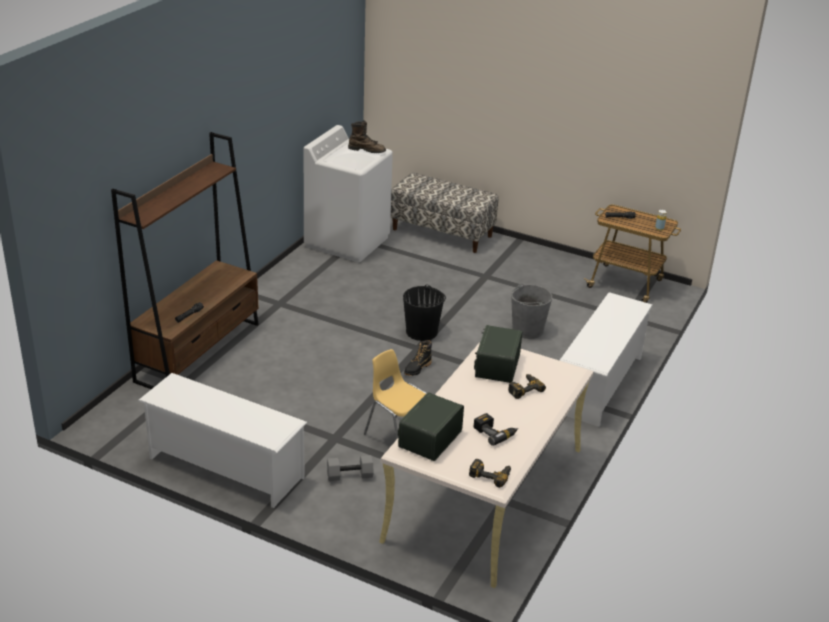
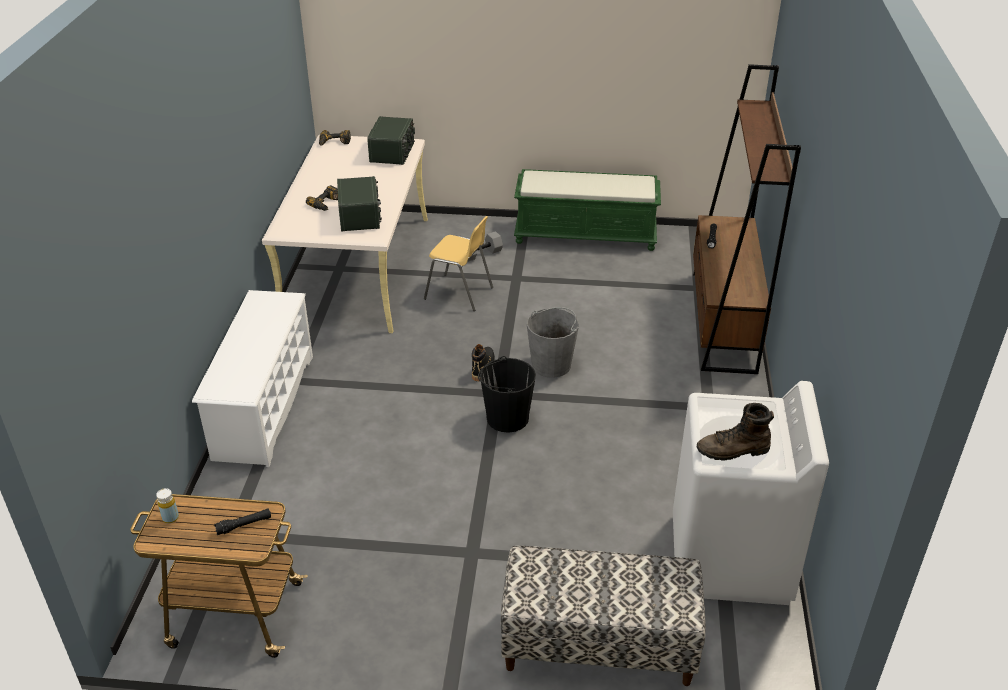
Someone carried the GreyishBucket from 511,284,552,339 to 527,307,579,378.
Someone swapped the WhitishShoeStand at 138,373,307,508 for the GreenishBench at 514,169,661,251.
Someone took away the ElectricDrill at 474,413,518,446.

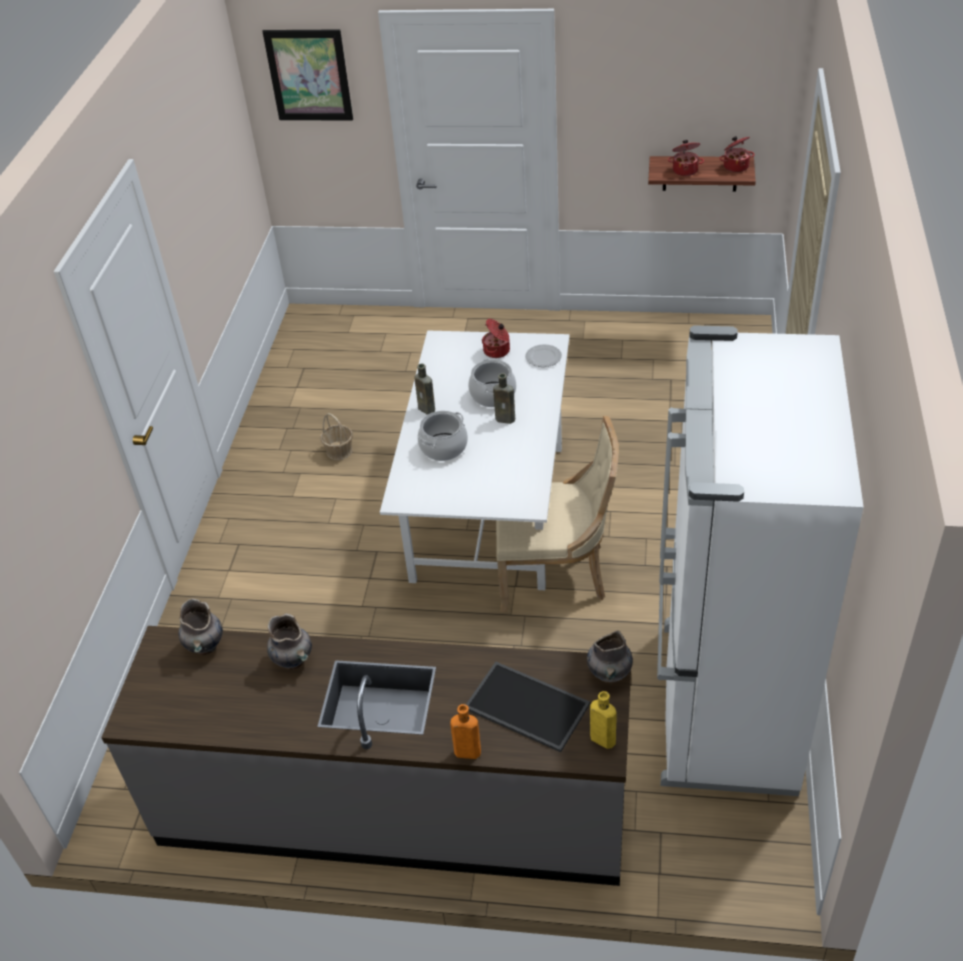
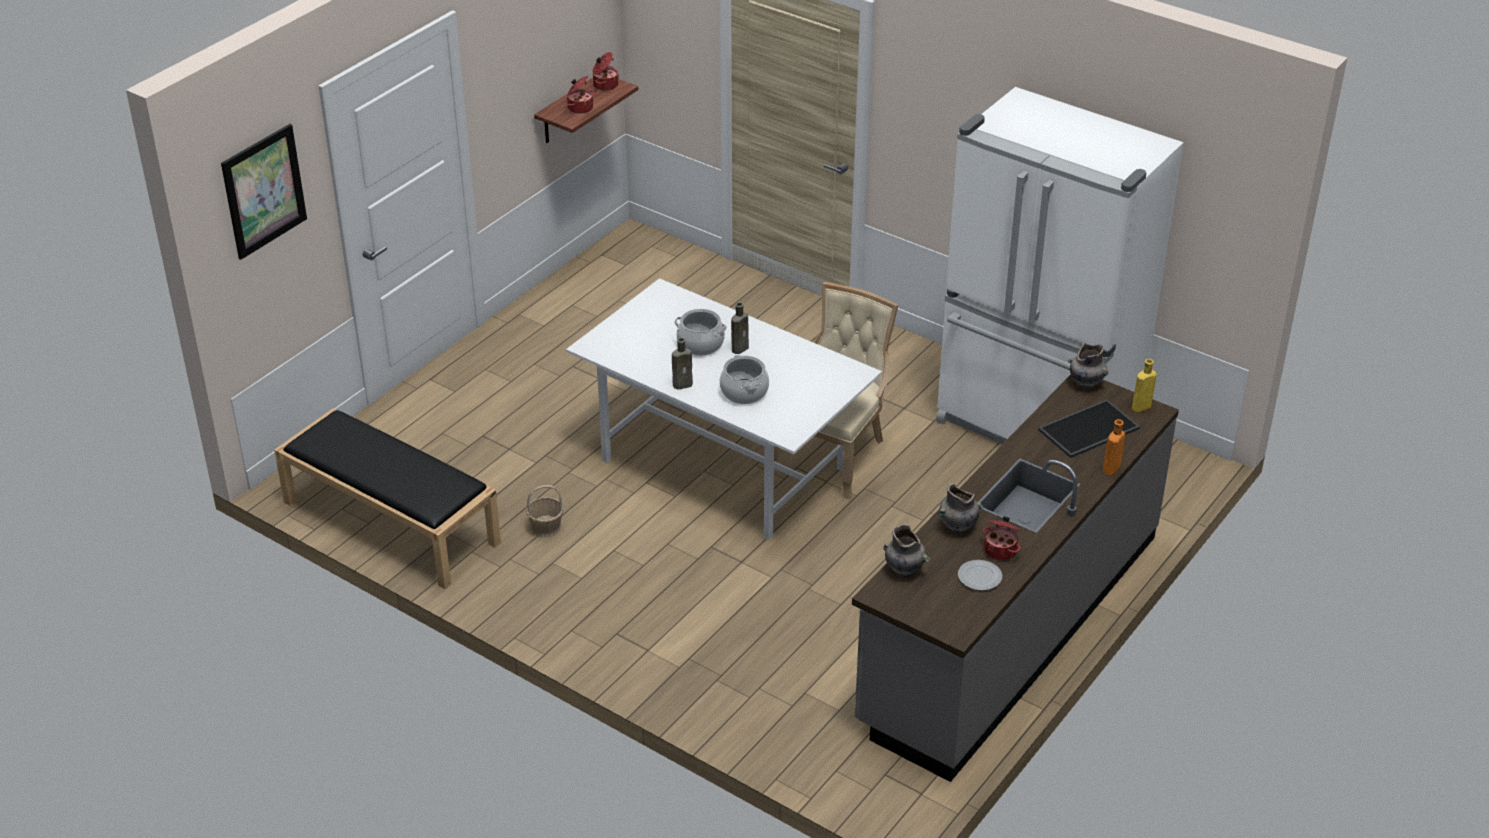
Someone carried the CookingPot from 482,319,510,358 to 983,516,1022,560.
Someone carried the FlatDish from 525,344,562,367 to 958,560,1003,590.
Someone put down the BlackBench at 274,409,501,589.

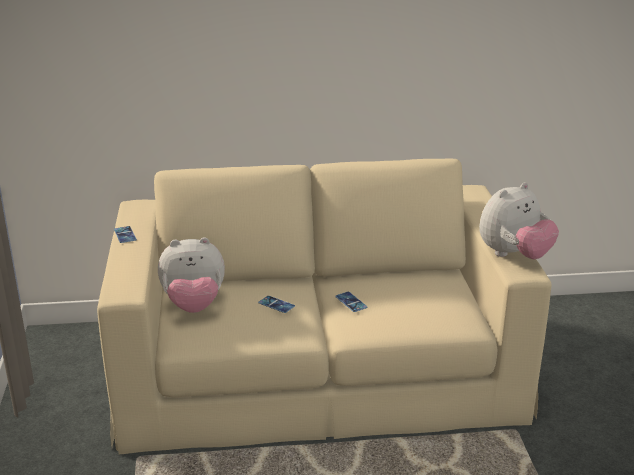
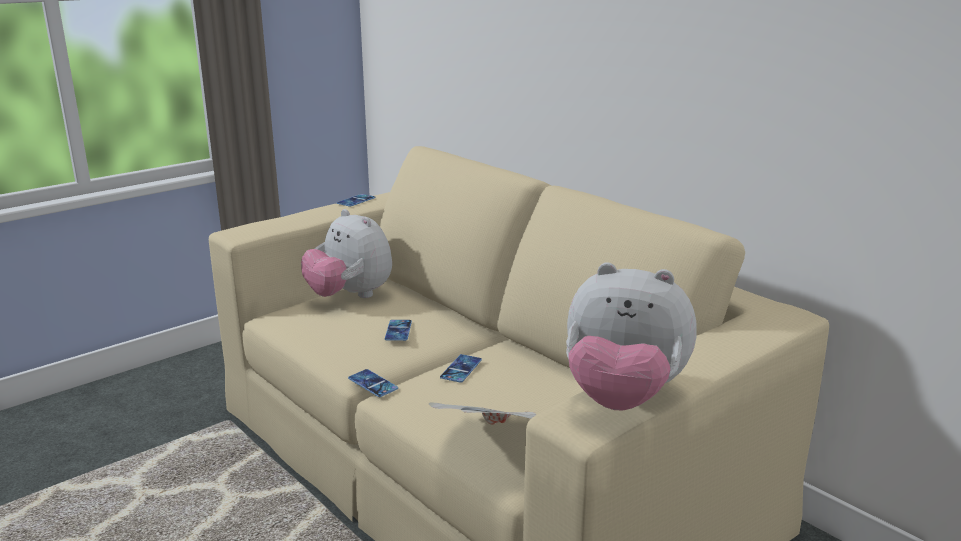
Someone put down the Phone at 348,369,398,397.
Someone put down the Newspaper at 429,402,536,425.

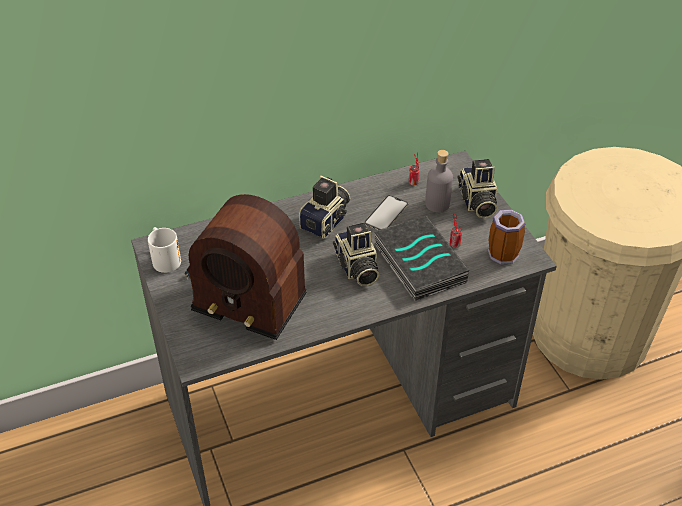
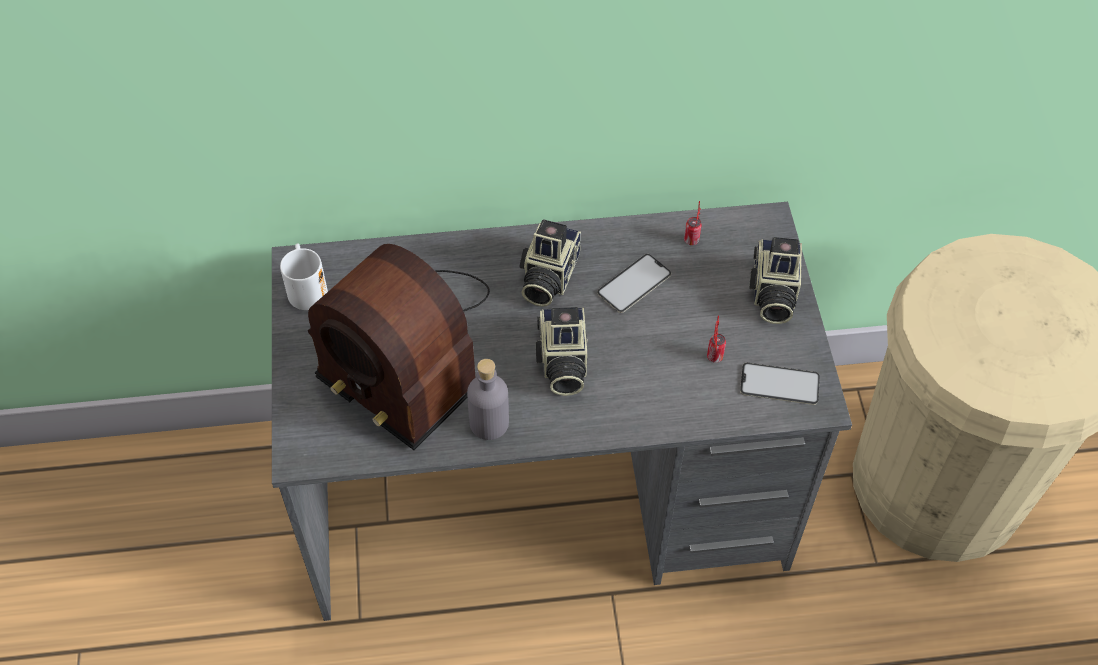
Someone carried the GreyishBottle from 425,150,453,213 to 467,359,509,440.
Someone rotated the PhotoCamera at 299,176,350,239 by 150 degrees clockwise.
Someone swapped the CoffeeMug at 488,210,525,265 for the Phone at 740,363,820,405.
Someone took away the Book at 374,216,469,301.

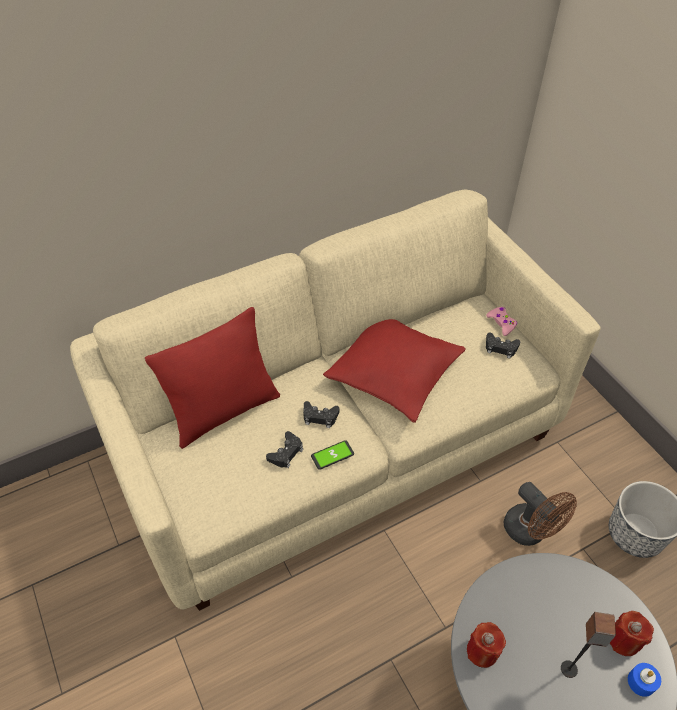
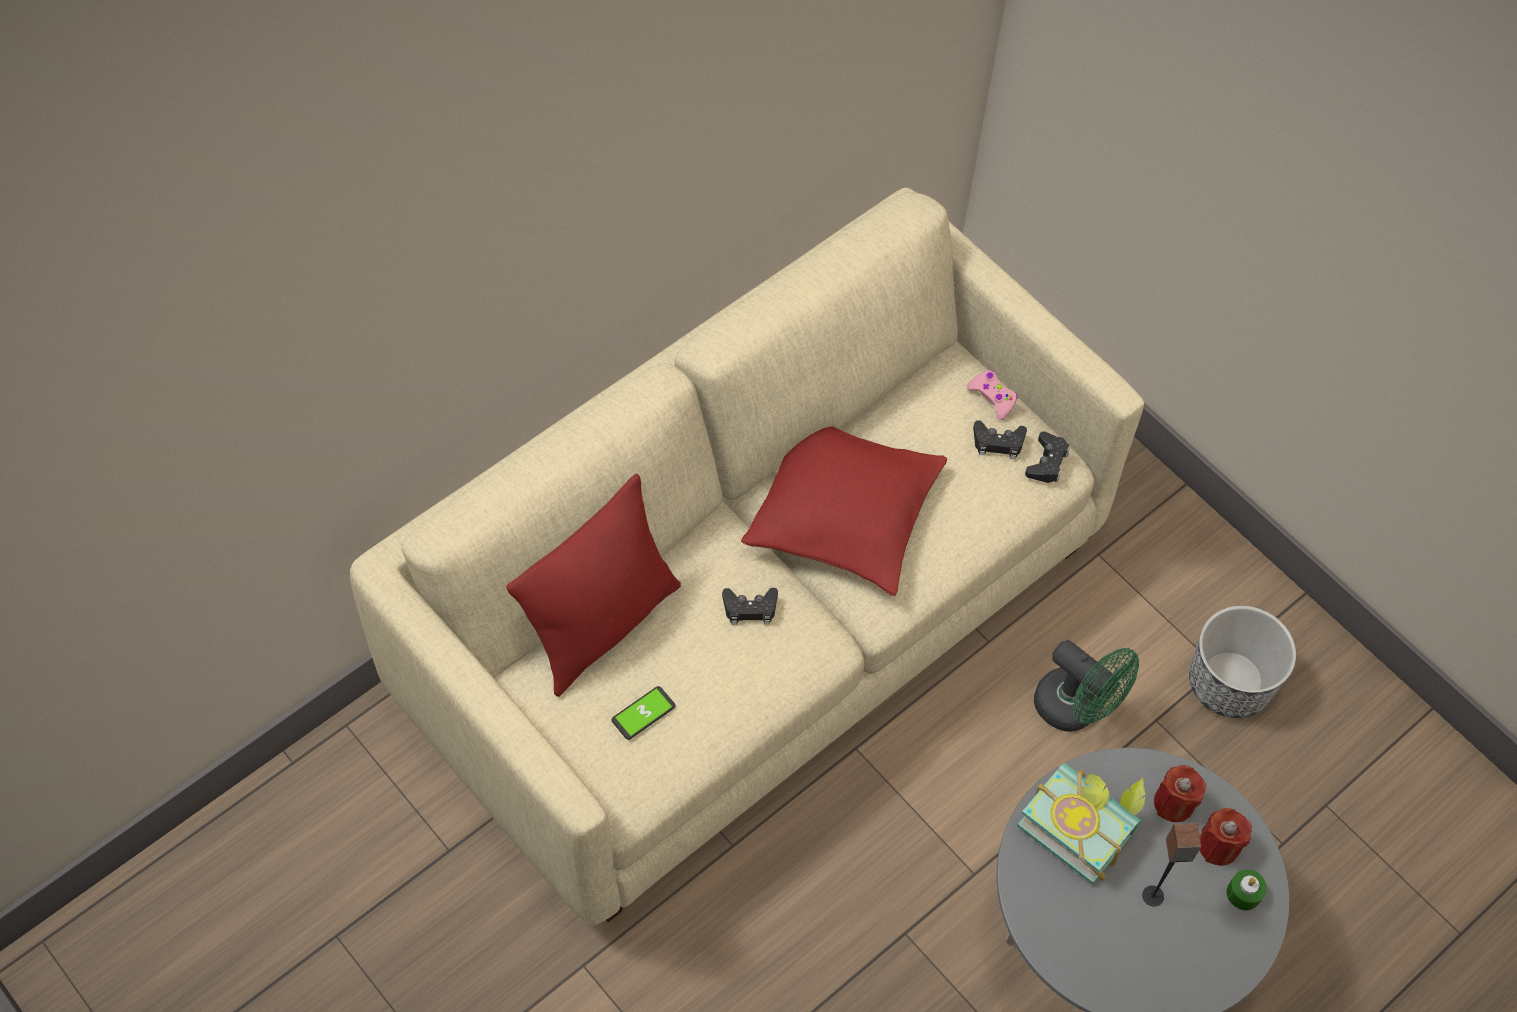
Someone carried the BlackGamepad from 266,431,303,468 to 1025,431,1070,483.
Someone carried the Phone from 311,440,354,470 to 612,686,675,740.
Someone repainted the BrownColouredFan at 504,482,577,546, which became the GreenishFan at 1034,640,1139,732.
Someone carried the ReddishCandle from 467,622,506,668 to 1154,765,1206,822.
Someone repainted the BlueCandle at 628,663,661,697, which became the GreenishCandle at 1227,869,1267,910.
Someone put down the Book at 1017,763,1145,885.

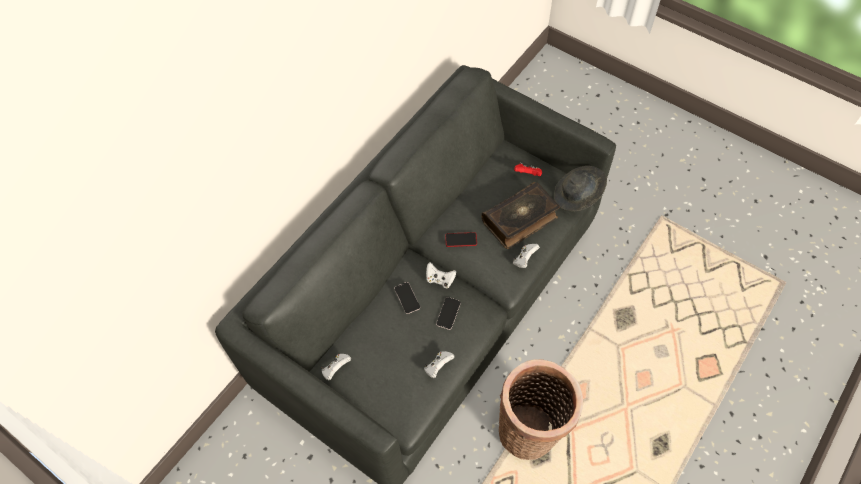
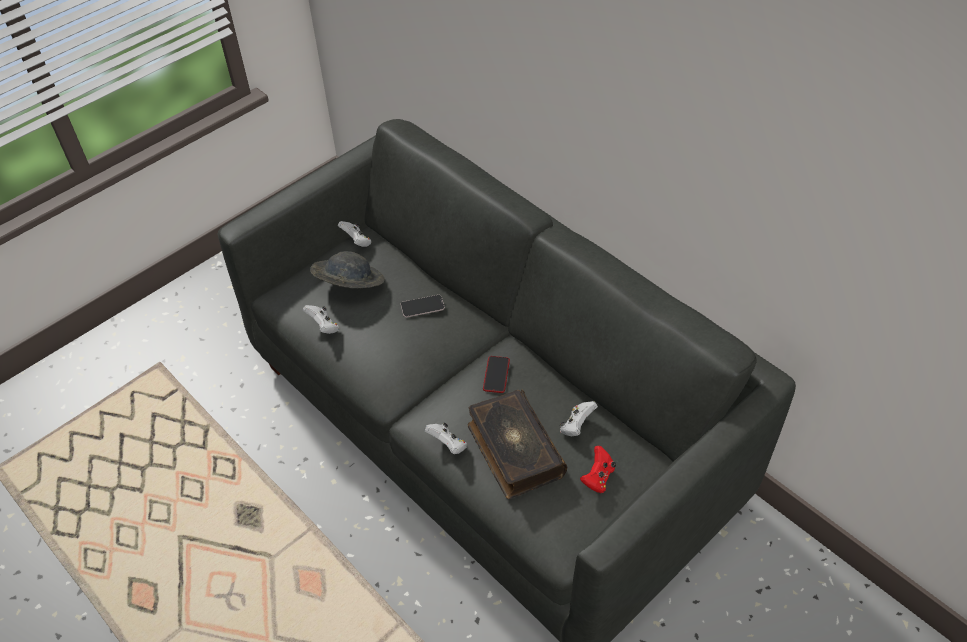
Someone carried the GreyishHat from 554,166,607,211 to 310,251,385,288.
Someone carried the WhitishGamepad from 426,262,456,288 to 560,401,598,436.
Someone took away the Phone at 436,297,461,330.
Someone took away the HouseholdBasket at 499,359,583,460.

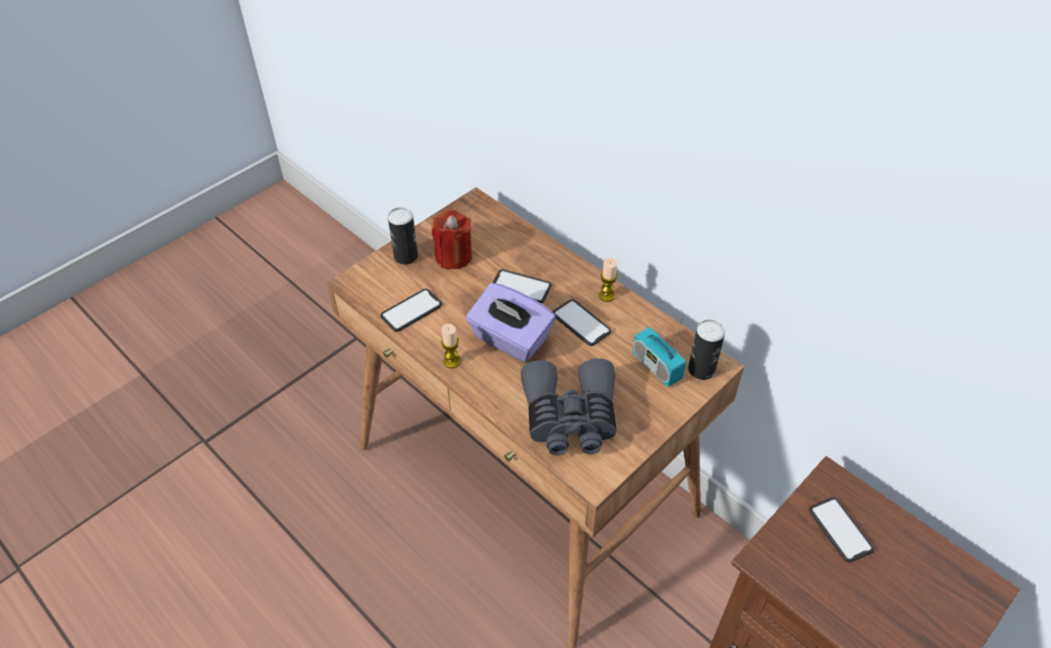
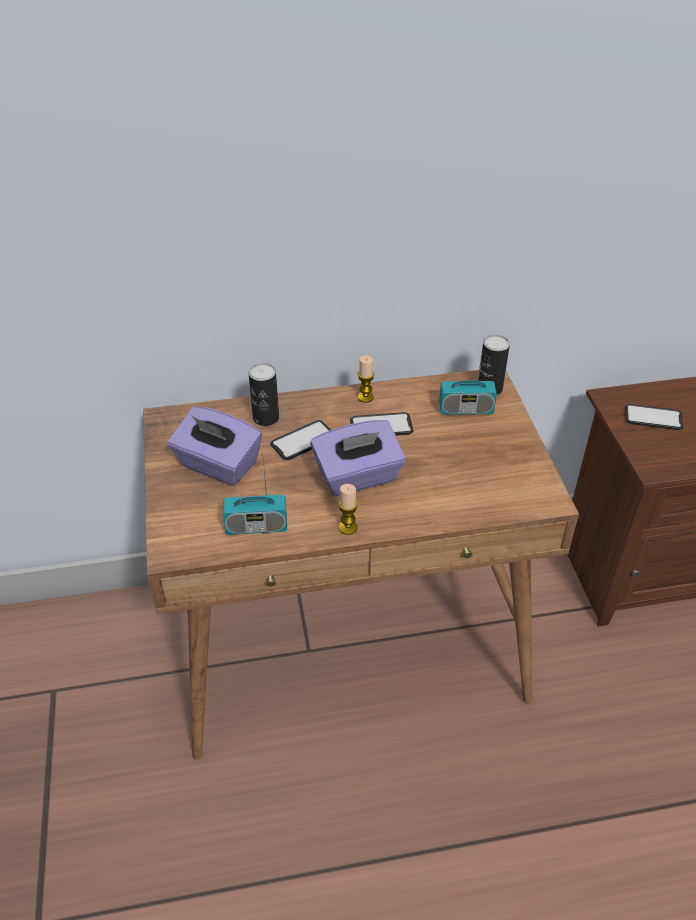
Someone carried the Can from 388,207,418,265 to 249,363,279,426.
Someone swapped the ReddishCandle at 432,210,472,269 for the PurpleTissueHolder at 168,407,262,486.
Someone swapped the Phone at 380,289,442,332 for the RadioReceiver at 223,451,287,535.
Someone took away the GreyishFieldGlasses at 521,358,616,455.

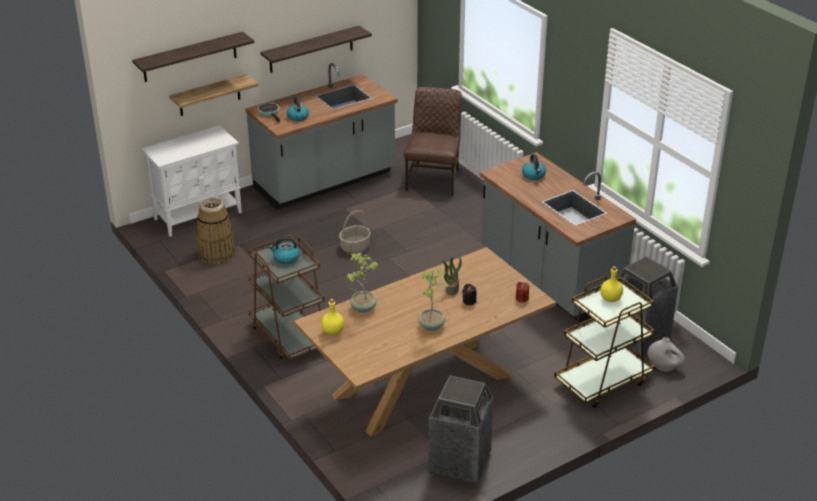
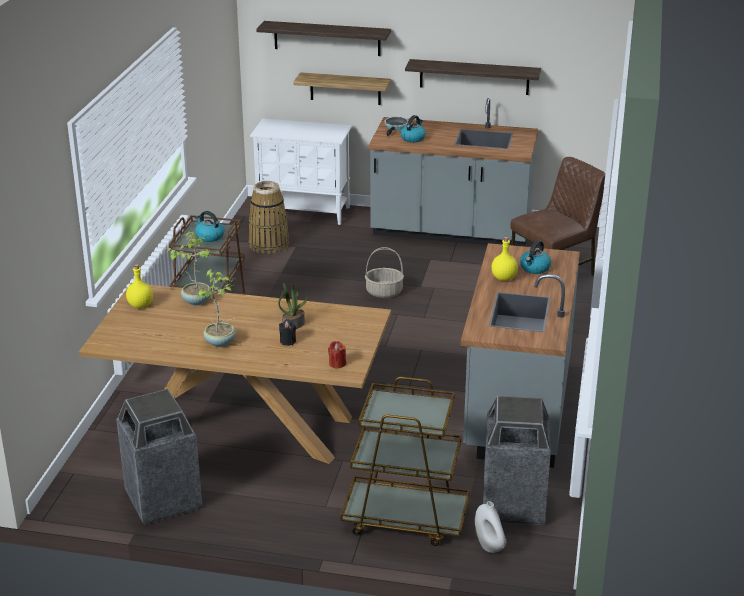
Someone carried the YellowBottle from 600,266,623,302 to 492,237,518,281.

